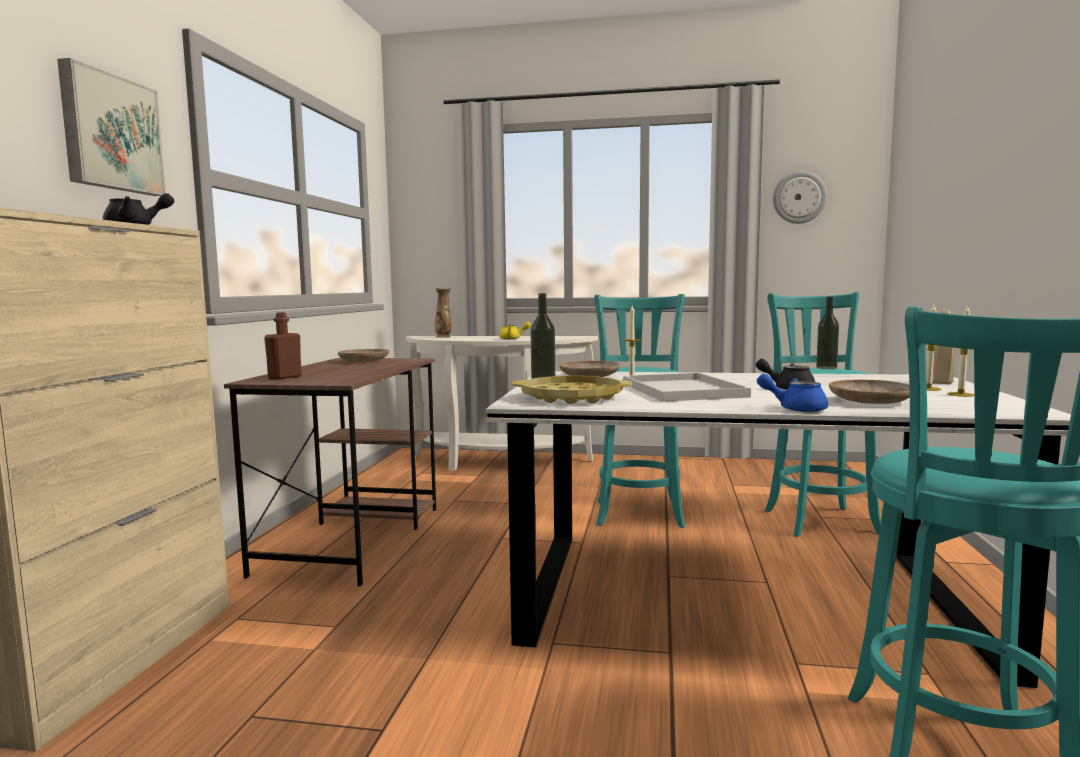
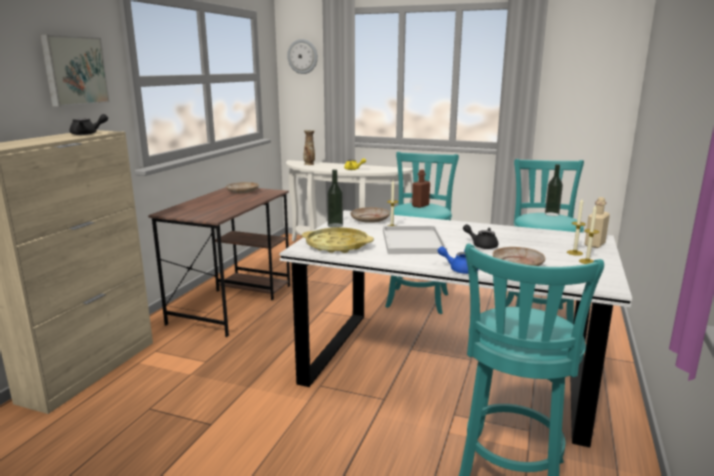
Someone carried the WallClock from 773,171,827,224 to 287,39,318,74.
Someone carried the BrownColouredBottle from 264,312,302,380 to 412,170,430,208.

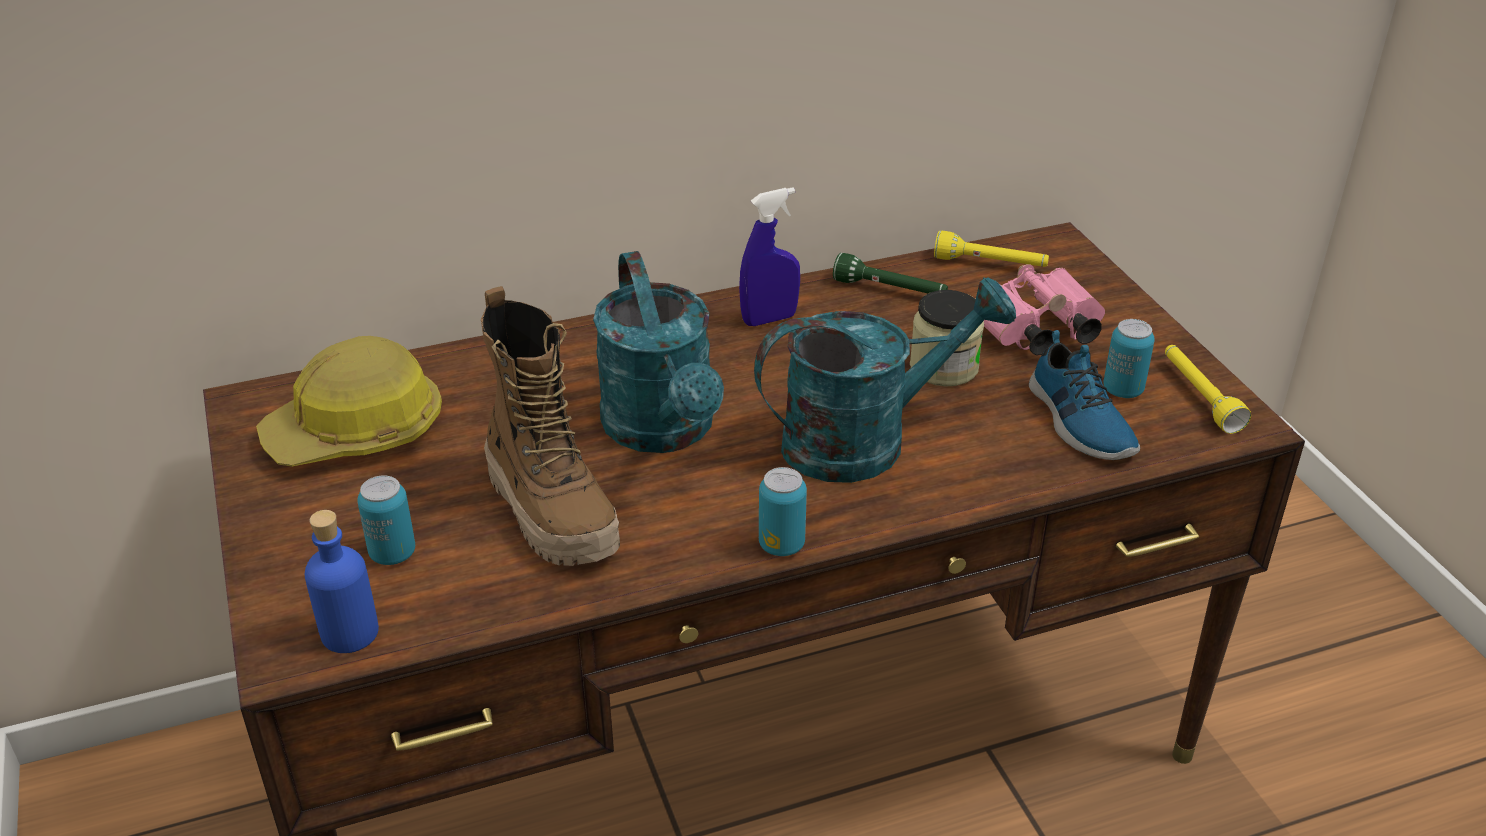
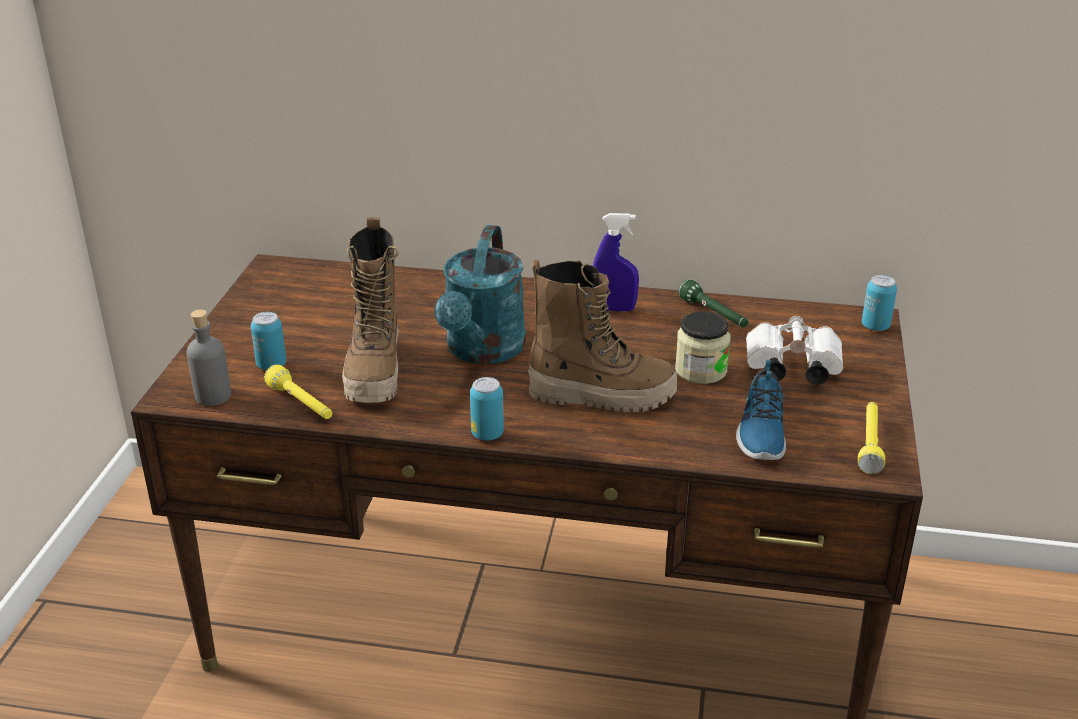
Someone carried the YellowTorch from 934,231,1049,267 to 264,364,332,419.
Someone repainted the PinkColouredFieldGlasses at 975,264,1105,355, which became the WhitishFieldGlasses at 746,316,843,385.
Someone swapped the TurquoiseColouredSprinklingCan at 754,277,1016,483 for the Boot at 528,260,677,412.
Someone carried the Can from 1103,319,1155,398 to 862,275,897,331.
Someone took away the HardHat at 256,336,442,466.
Someone repainted the BlueBottle at 305,510,379,653, which became the GreyishBottle at 187,309,232,406.

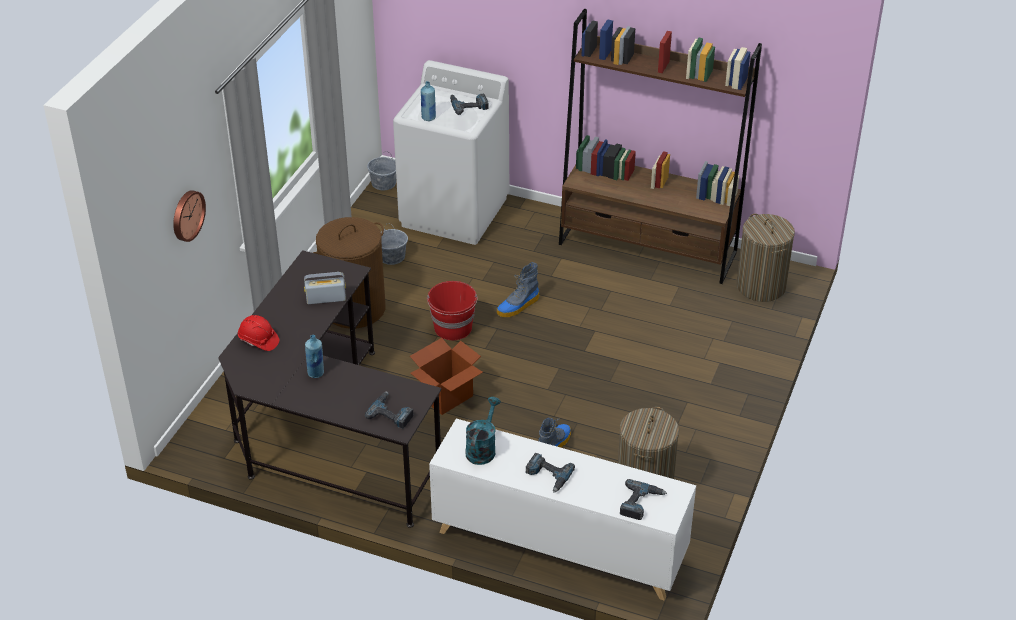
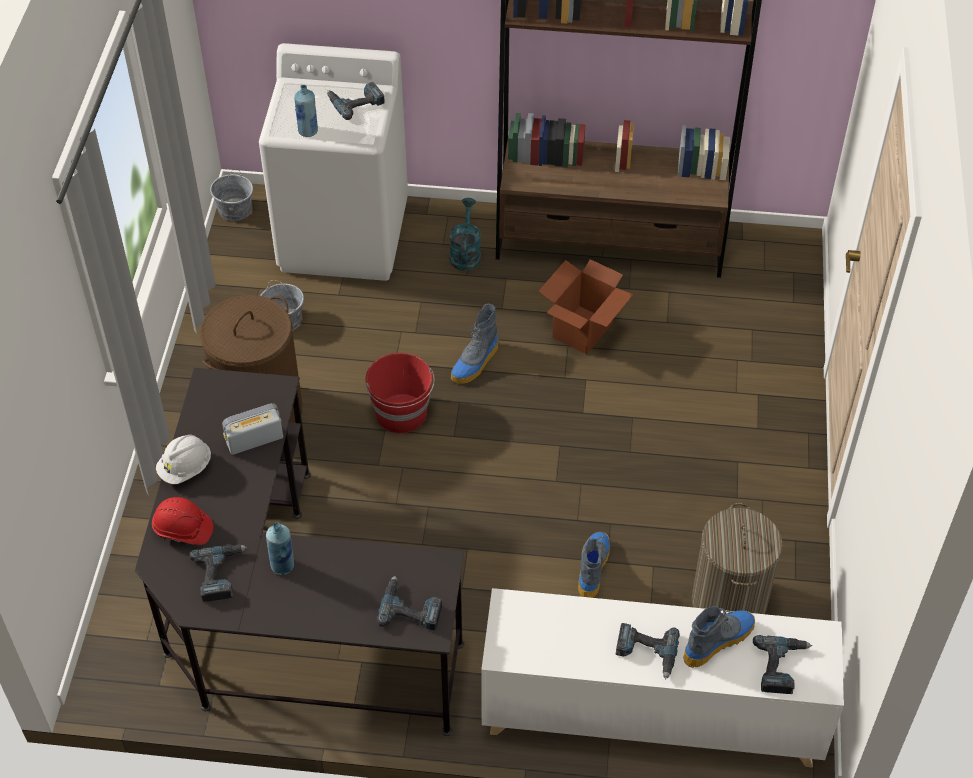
Someone took away the WallClock at 173,190,206,242.
Someone took away the LaundryBasket at 736,214,795,302.
Someone carried the CardboardBox from 410,338,483,415 to 538,259,633,354.
Someone carried the TurquoiseColouredSprinklingCan from 466,397,501,465 to 449,198,481,271.
Someone put down the WhitishHardHat at 156,435,211,484.
Someone put down the ElectricDrill at 189,545,247,602.
Someone put down the Boot at 683,605,755,668.

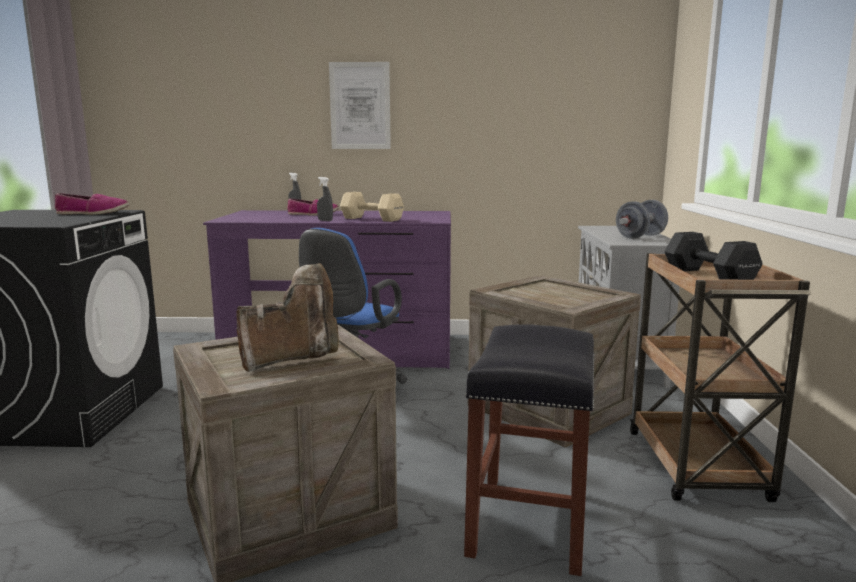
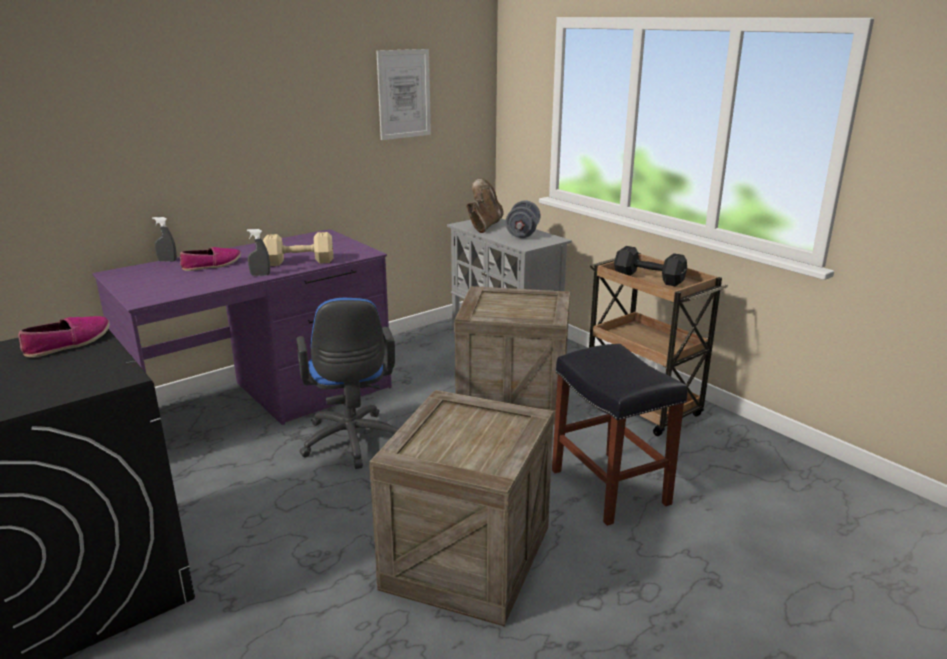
Someone carried the Picture from 329,62,391,149 to 376,49,431,140.
Someone carried the BrownColouredBoot from 237,263,339,372 to 466,178,504,233.

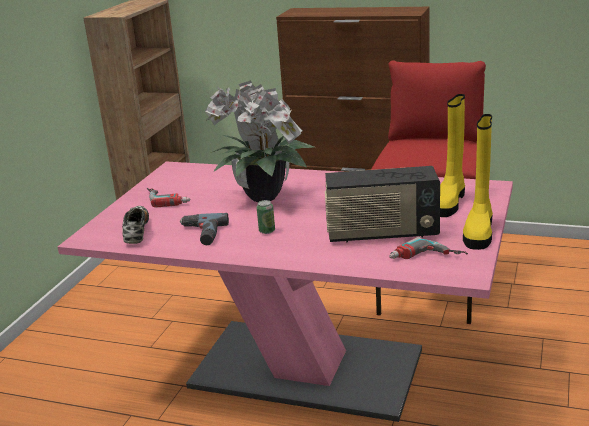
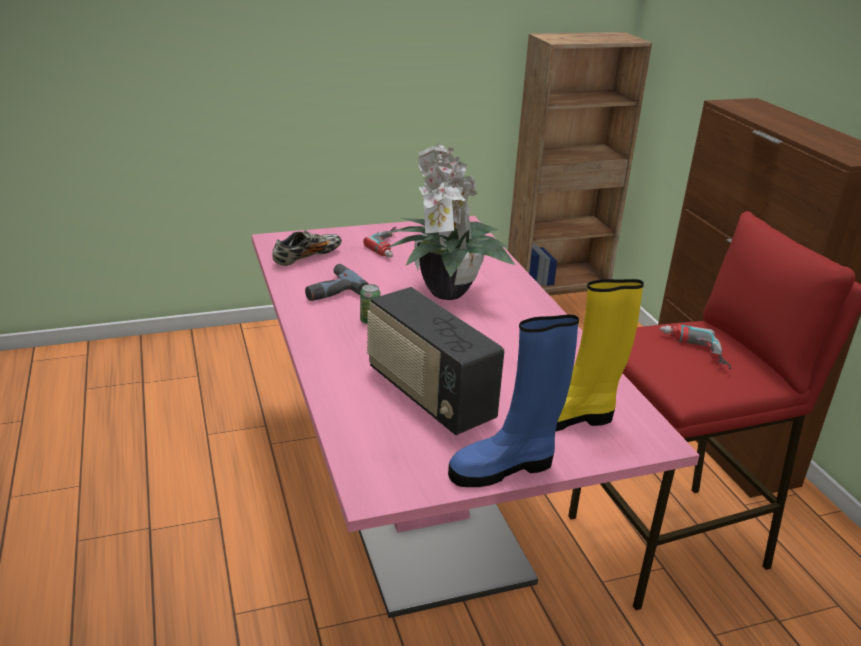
Someone repainted the YellowBoot at 463,114,493,250, which became the BlueBoot at 448,315,579,487.
Someone carried the ElectricDrill from 389,237,468,259 to 660,324,731,369.

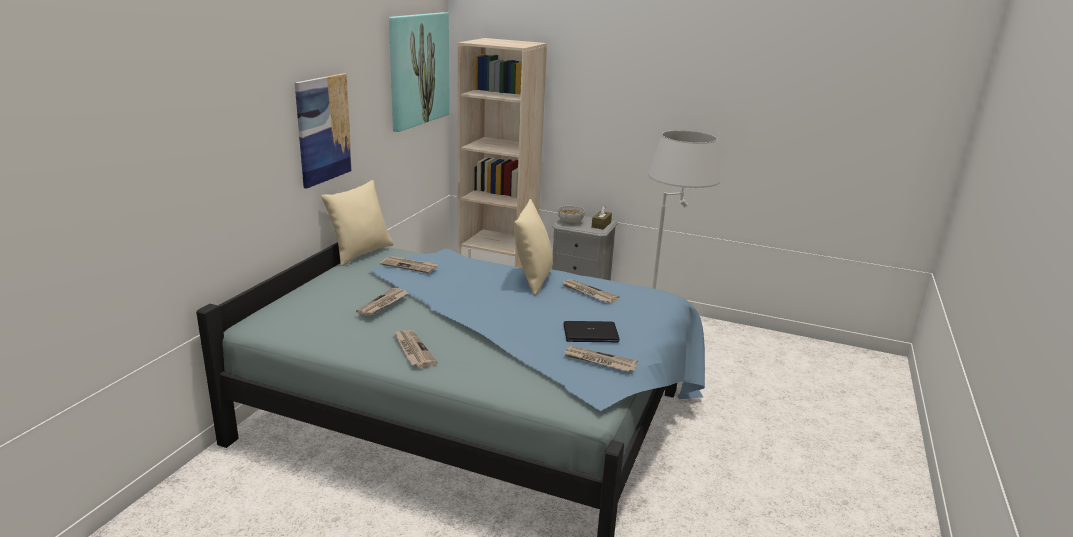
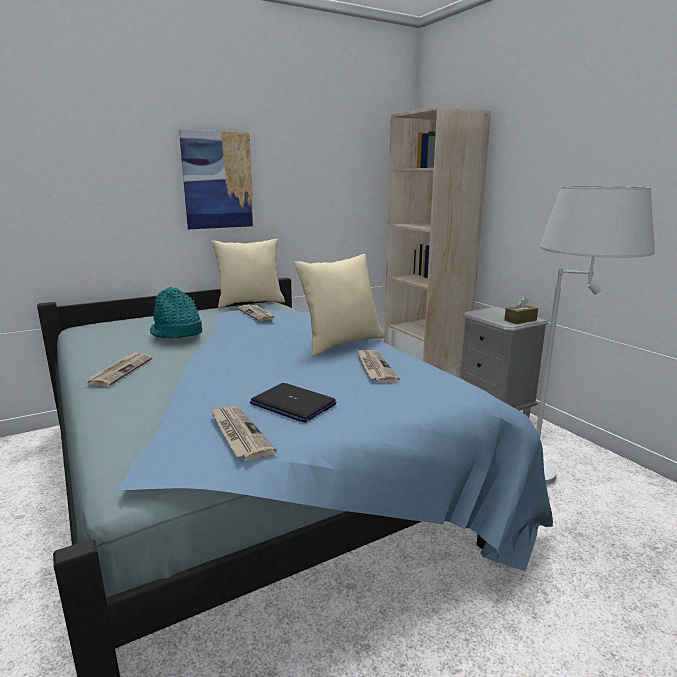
Someone took away the Picture at 389,12,449,132.
Someone took away the ServingBowl at 558,206,585,224.
Someone swapped the Newspaper at 356,288,408,317 for the TurquoiseColouredHat at 150,287,202,338.

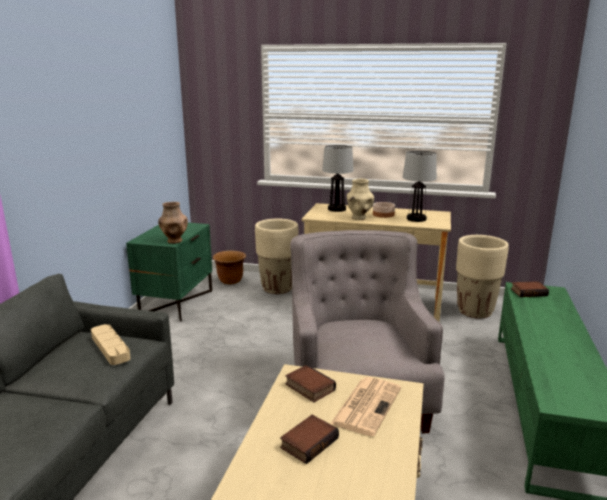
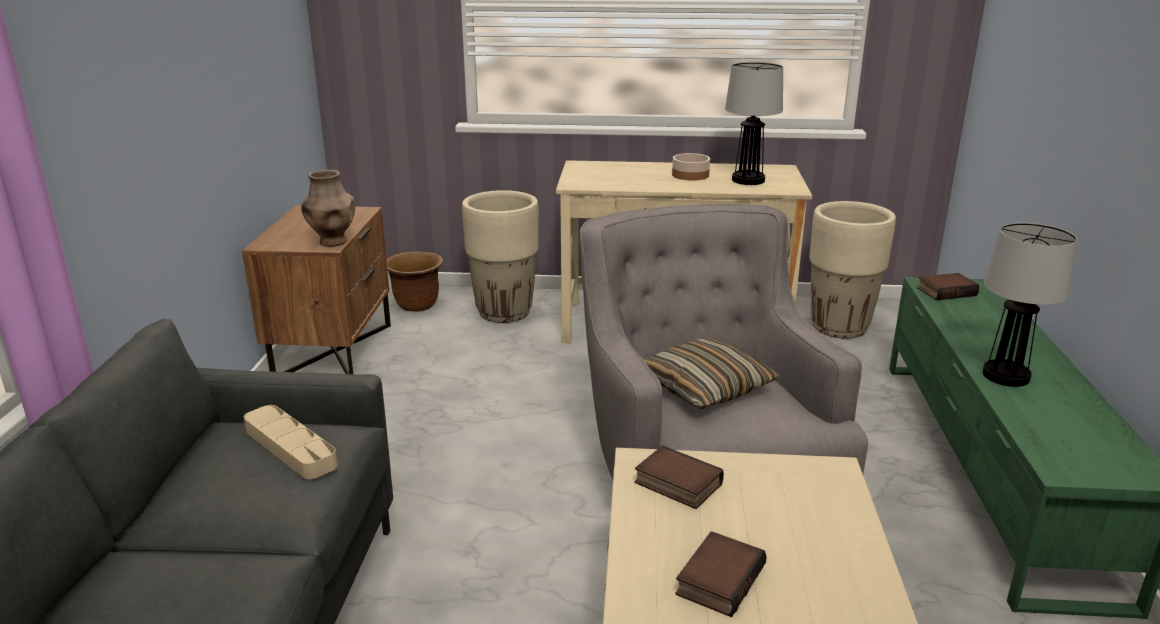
Someone carried the TableLamp from 322,145,354,212 to 983,223,1077,387.
Someone took away the BeigeVase at 347,179,374,220.
Someone repainted the GreenishNightTable at 126,223,212,321, which became the BrownColouredNightTable at 242,205,391,374.
Someone took away the Newspaper at 330,377,401,436.
Someone put down the ThrowPillow at 643,338,780,409.

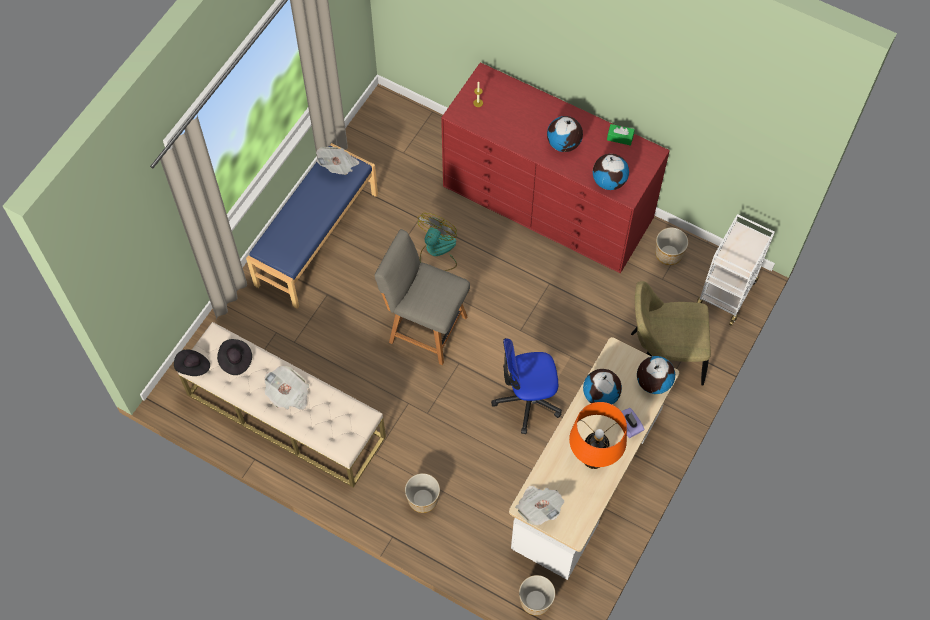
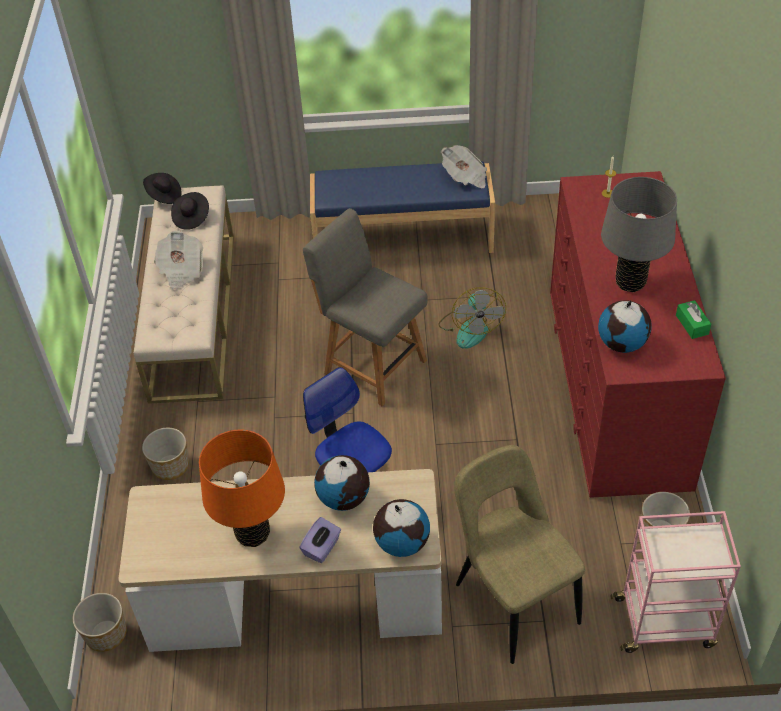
Someone swapped the WorldGlobe at 547,116,583,152 for the GreyishTableLamp at 601,177,677,292.
Someone rotated the Fan at 418,213,457,271 by 90 degrees clockwise.
Someone repainted the WhitishTrolley at 697,214,775,326, which became the PinkColouredTrolley at 610,511,741,653.
Someone rotated the GreyishPlainChair at 374,229,470,365 by 45 degrees counterclockwise.
Someone took away the Newspaper at 515,485,564,525.

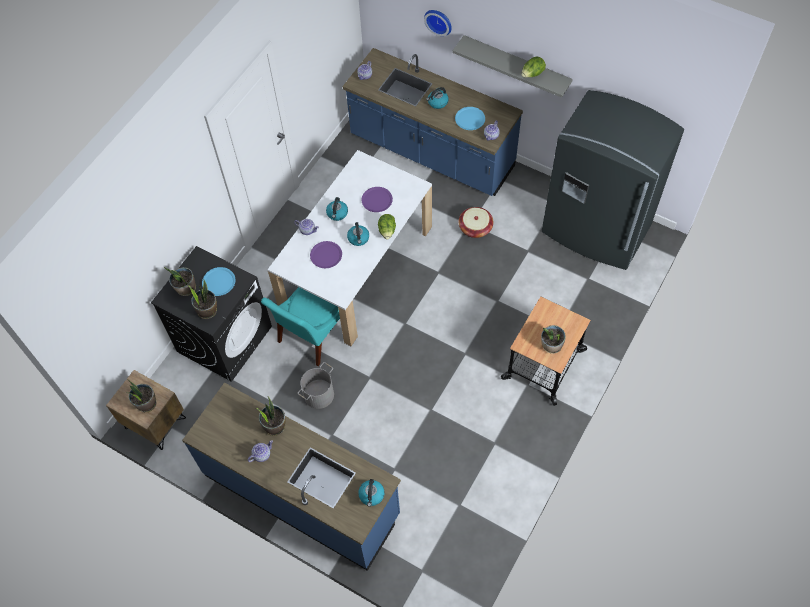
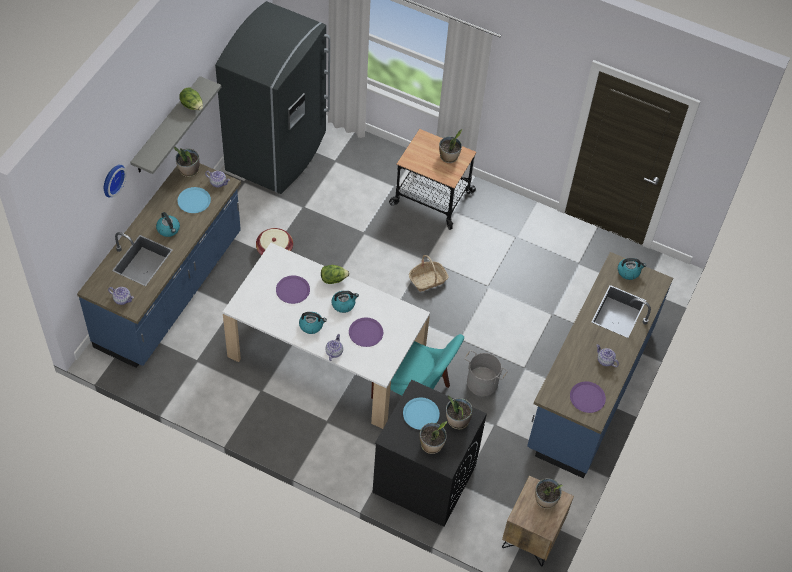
Someone carried the PlantInAPot from 256,396,285,436 to 174,147,199,177.
Someone put down the HouseholdBasket at 409,255,449,292.
Someone put down the PurpleFlatDish at 570,381,606,413.

